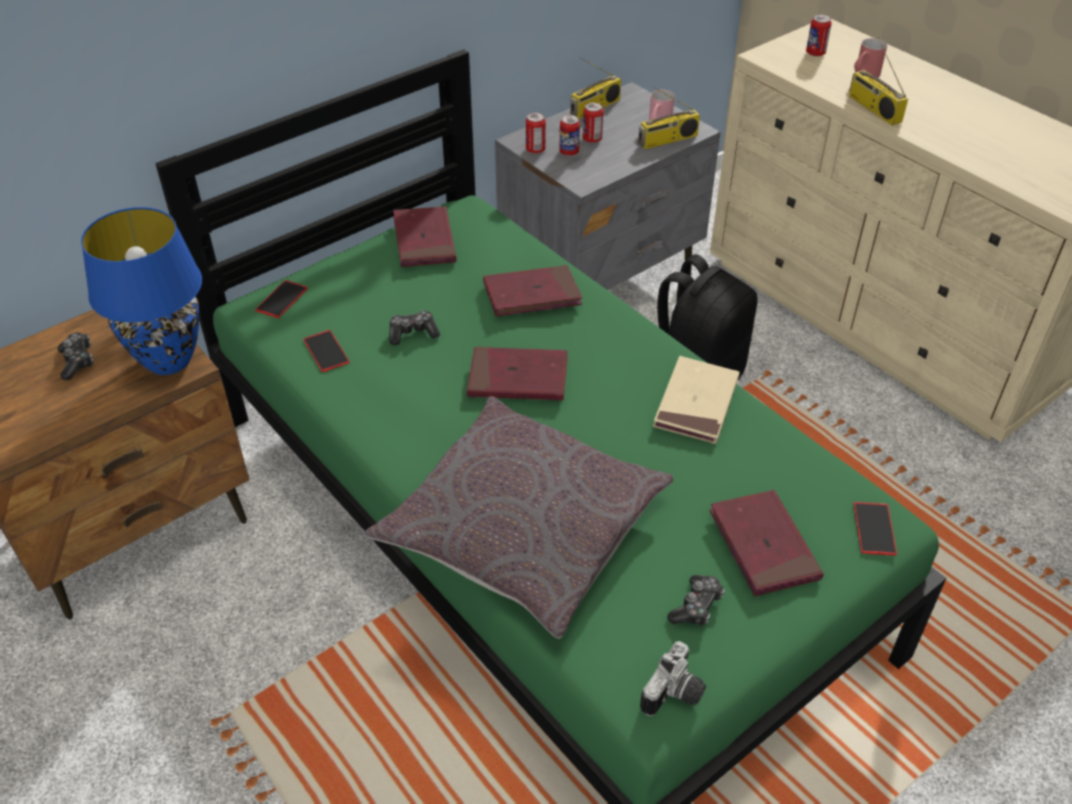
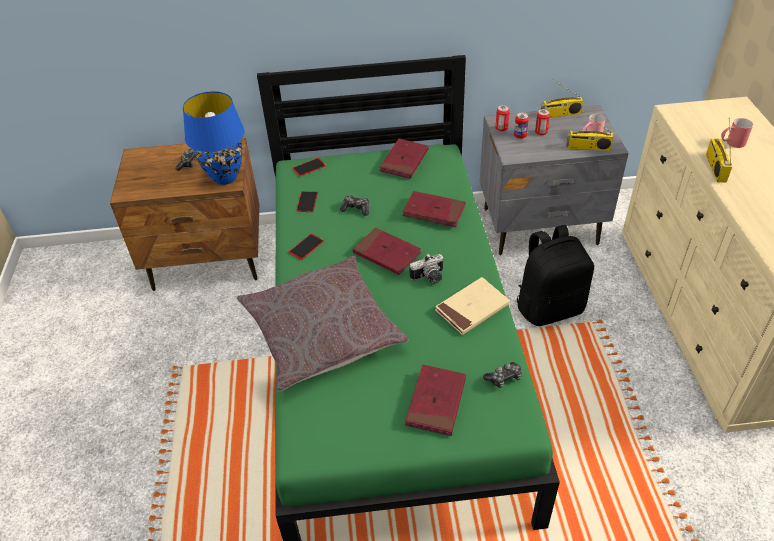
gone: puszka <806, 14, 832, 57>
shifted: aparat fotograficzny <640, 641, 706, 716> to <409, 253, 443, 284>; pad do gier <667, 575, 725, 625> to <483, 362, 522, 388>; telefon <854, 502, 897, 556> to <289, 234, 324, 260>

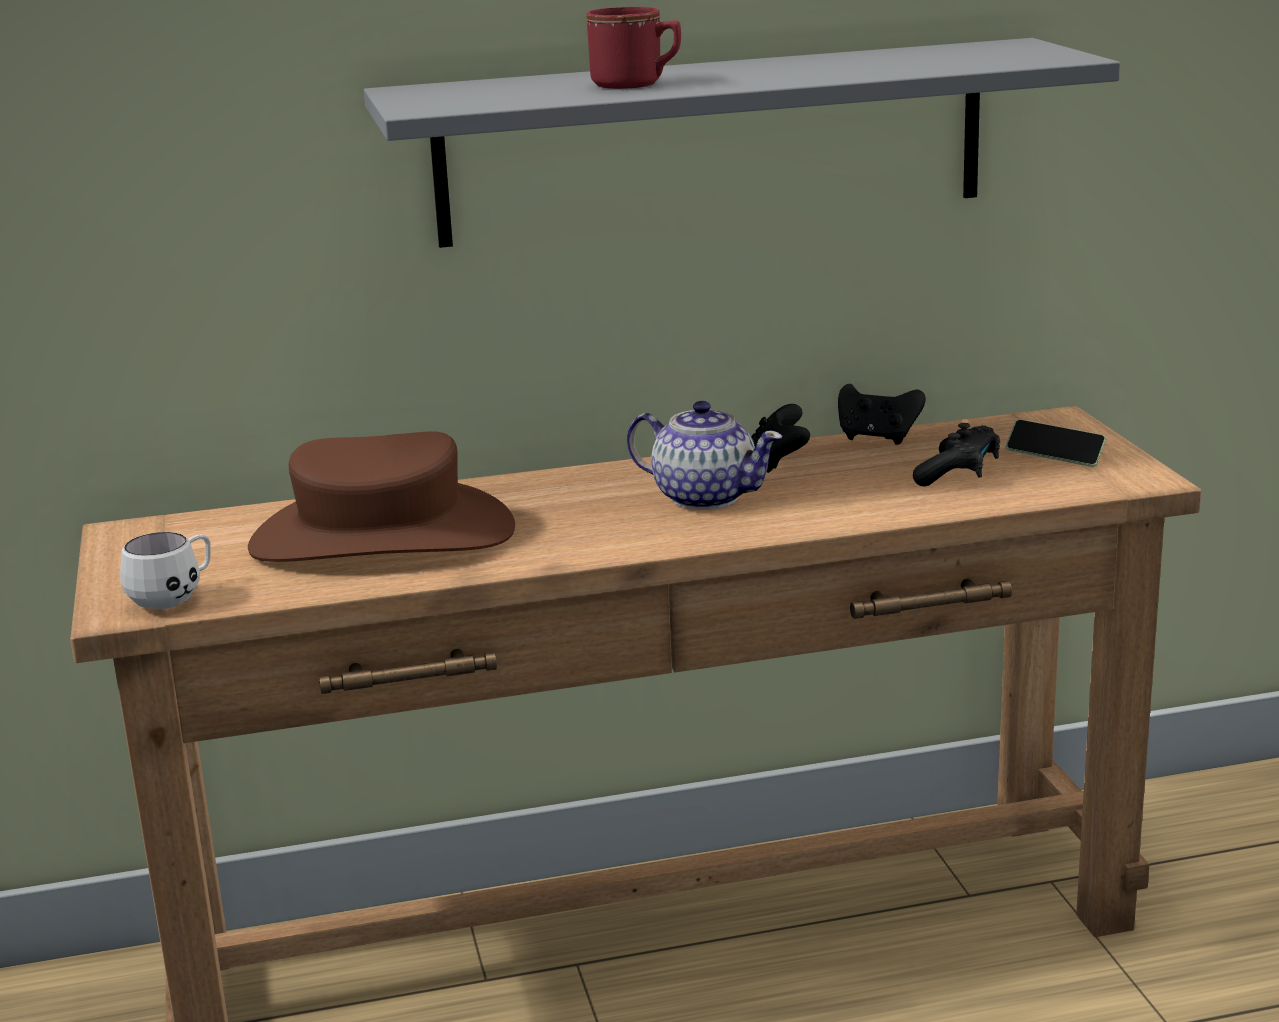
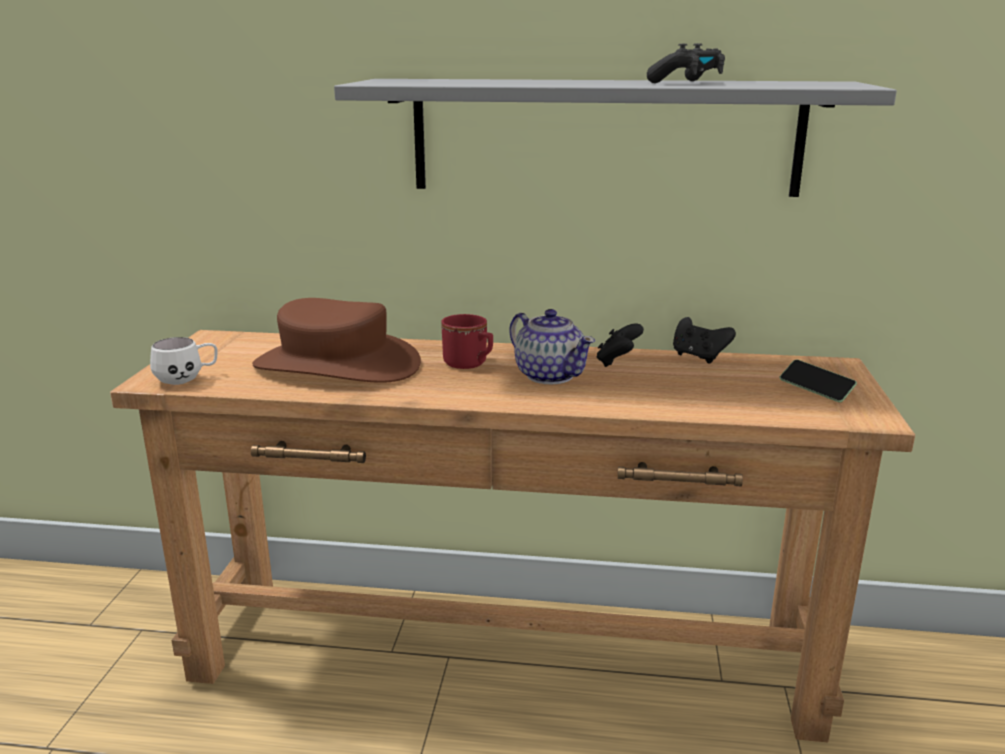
shifted: kubek/czerwony <586, 7, 681, 89> to <441, 314, 493, 369>; pad do gier/czarny <913, 423, 1000, 487> to <647, 43, 725, 83>

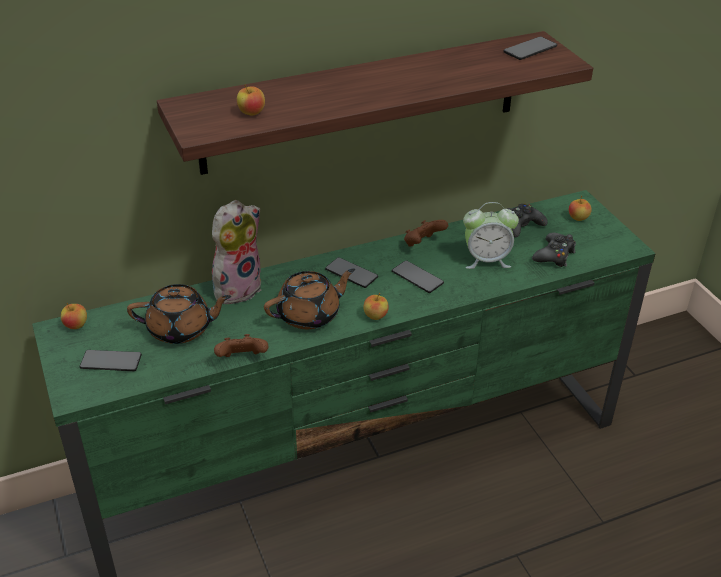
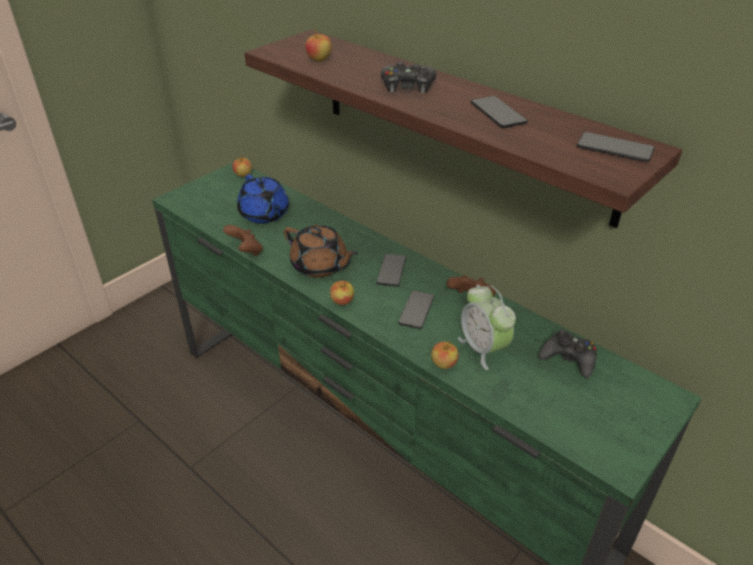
gone: pluszak <212, 200, 262, 307>
shifted: telefon <80, 350, 142, 371> to <471, 96, 528, 128>; pad do gier/czarny <532, 233, 576, 267> to <381, 62, 436, 93>; jabłko <569, 196, 592, 221> to <431, 341, 459, 369>
repainted: imbryk/brązowy <127, 284, 231, 344> to imbryk/niebieski <237, 174, 289, 223>

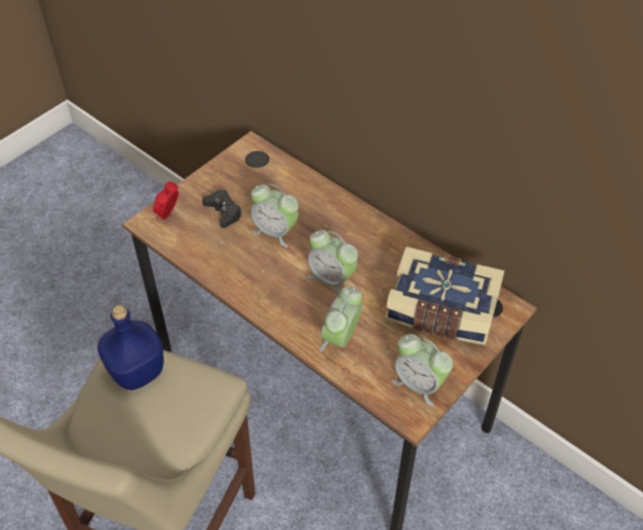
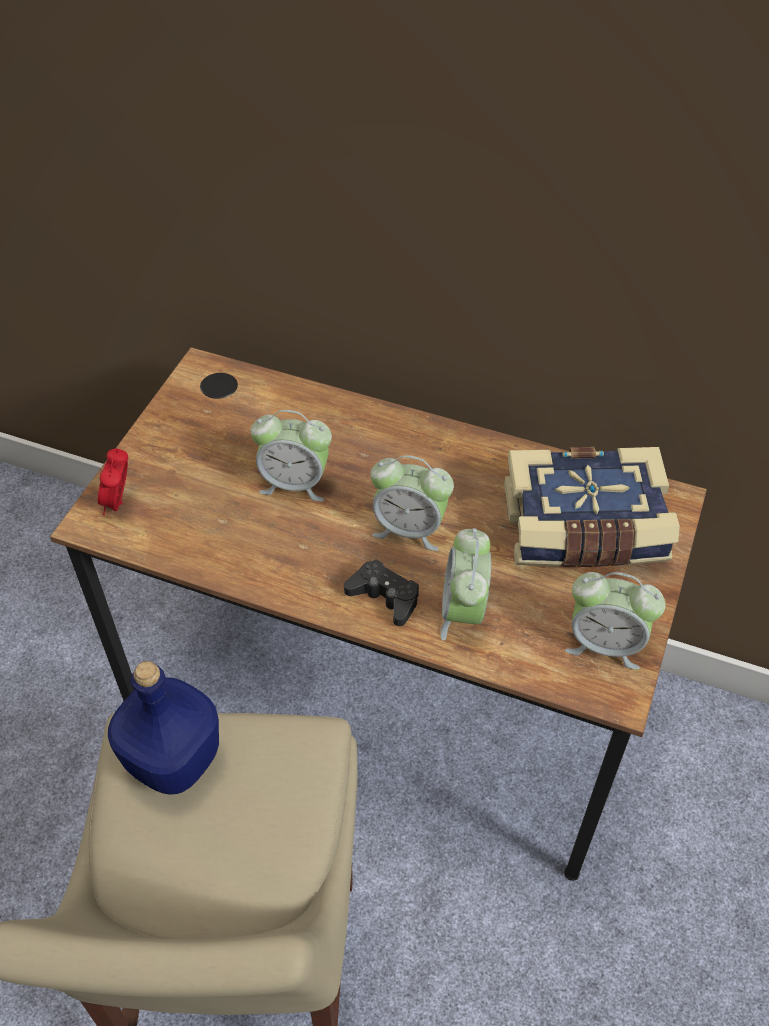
shifted: pad do gier/czarny <202, 190, 243, 228> to <344, 559, 419, 626>

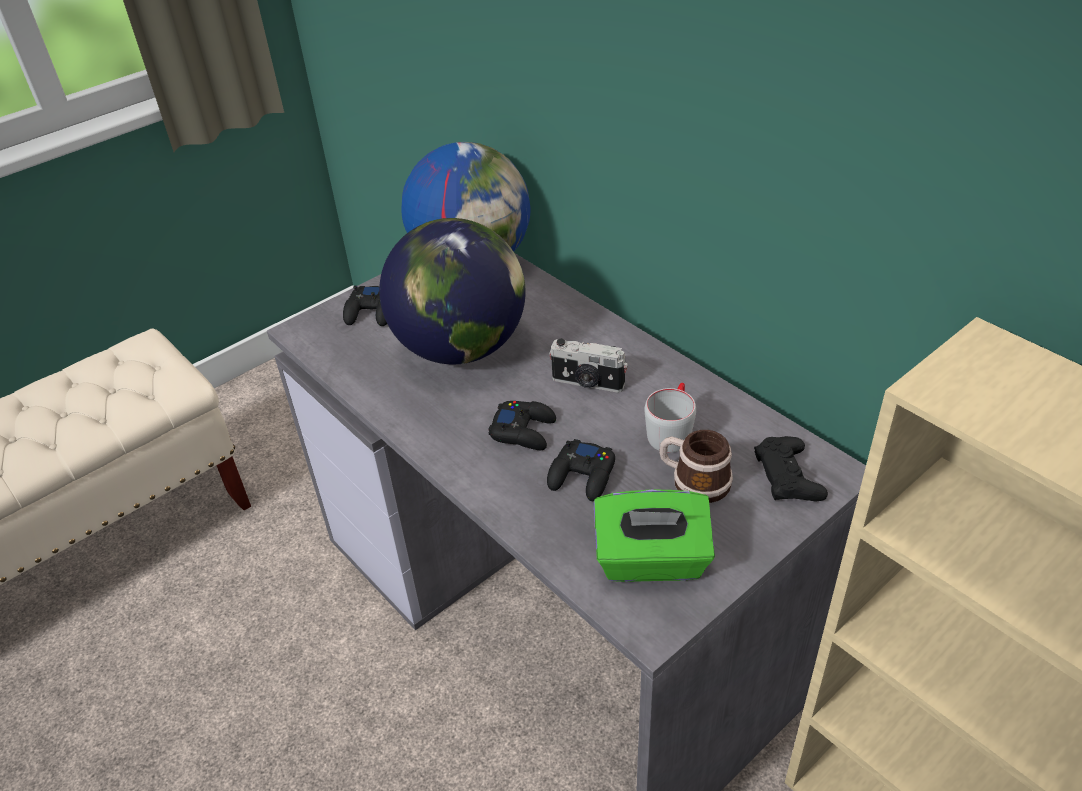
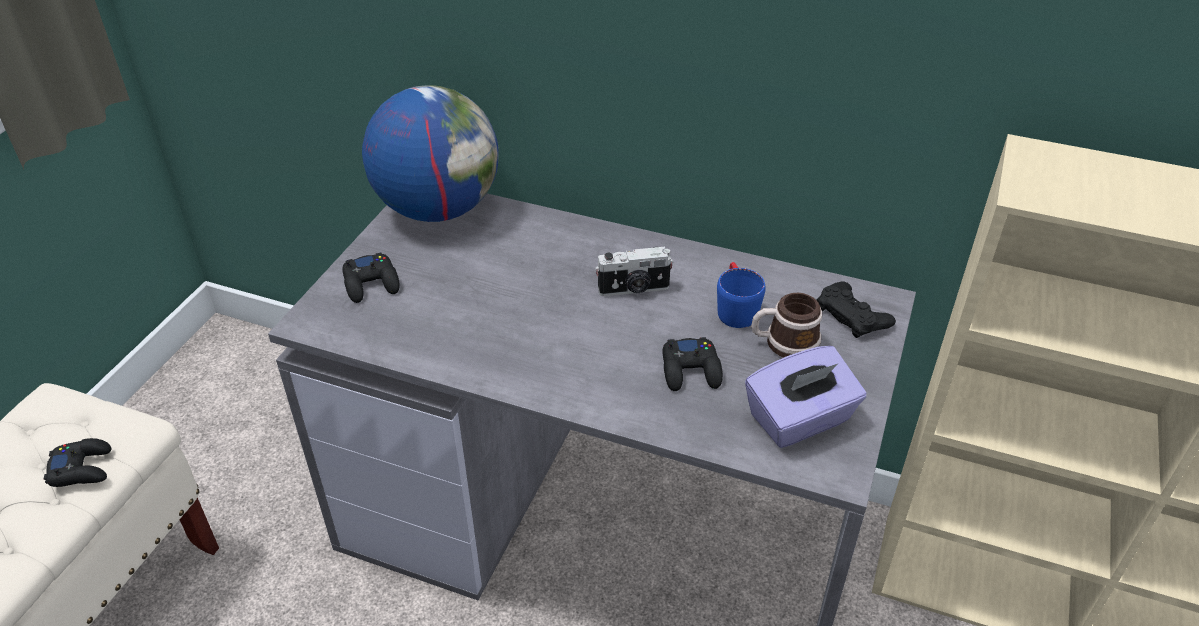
gone: globus <379, 218, 526, 365>
shifted: pad do gier/czarny <488, 401, 556, 450> to <44, 438, 111, 487>
repainted: pudełko chusteczek/zielony <594, 489, 715, 582> to pudełko chusteczek/fioletowy <745, 346, 866, 448>; kubek/szary <645, 383, 696, 453> to kubek/niebieski <717, 262, 766, 328>

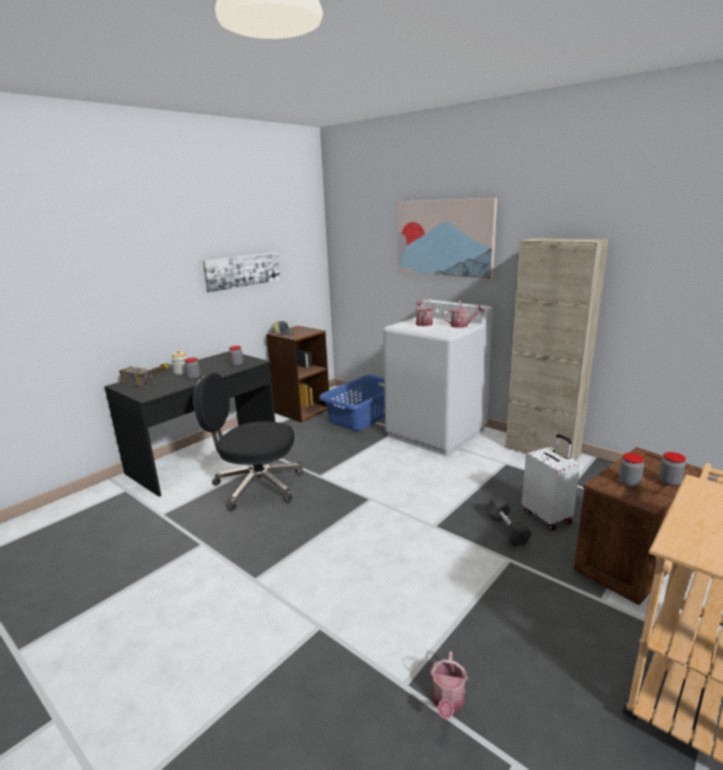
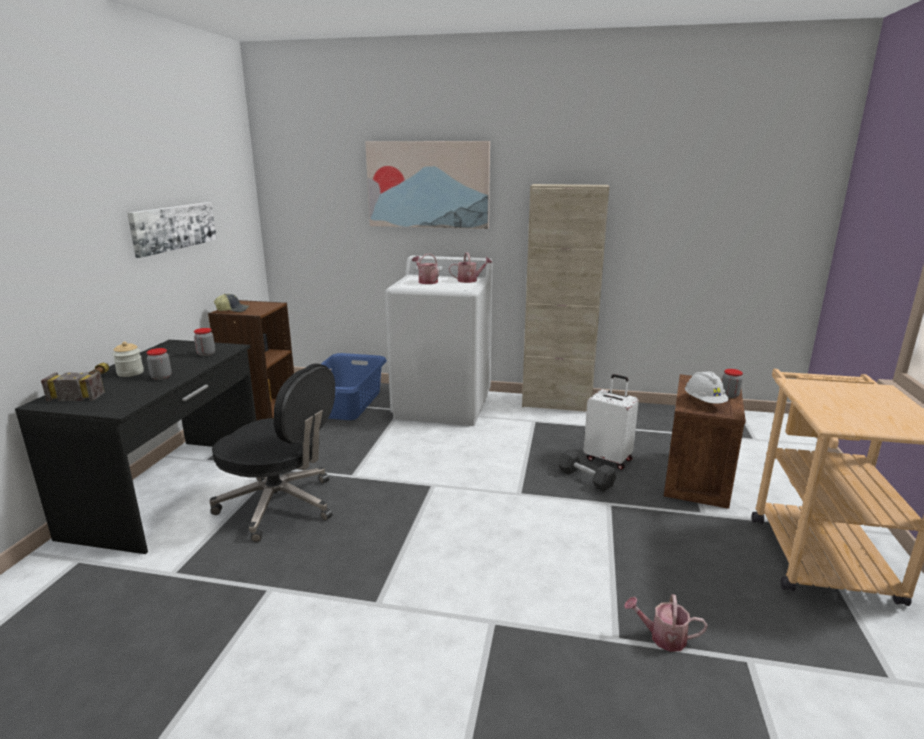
swapped: słoik <619, 453, 644, 487> to kask/biały <685, 371, 729, 404>
rotated: krzesło biurowe/czarny <193, 373, 303, 511> = <209, 364, 335, 542> 135 degrees counterclockwise; konewka <430, 651, 468, 719> = <624, 594, 707, 652> 120 degrees clockwise

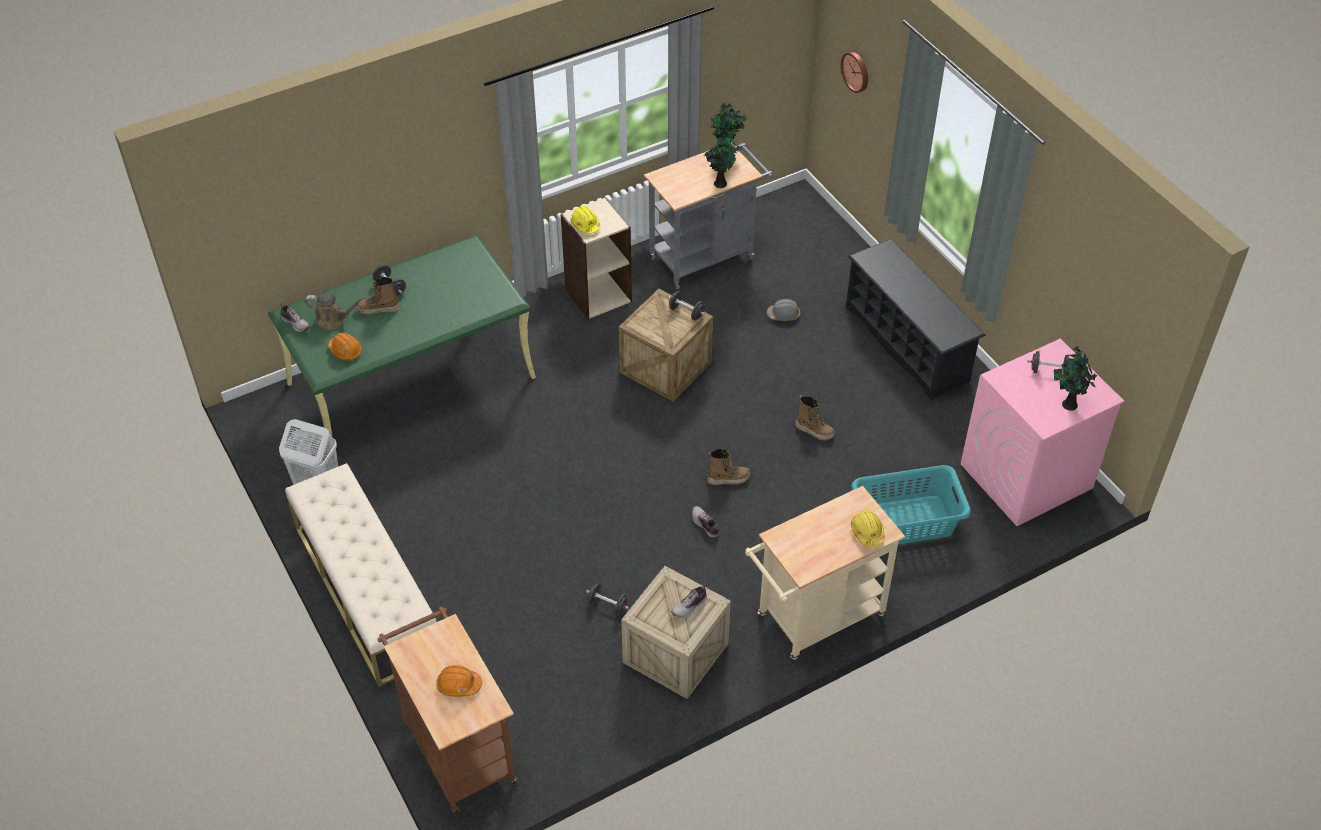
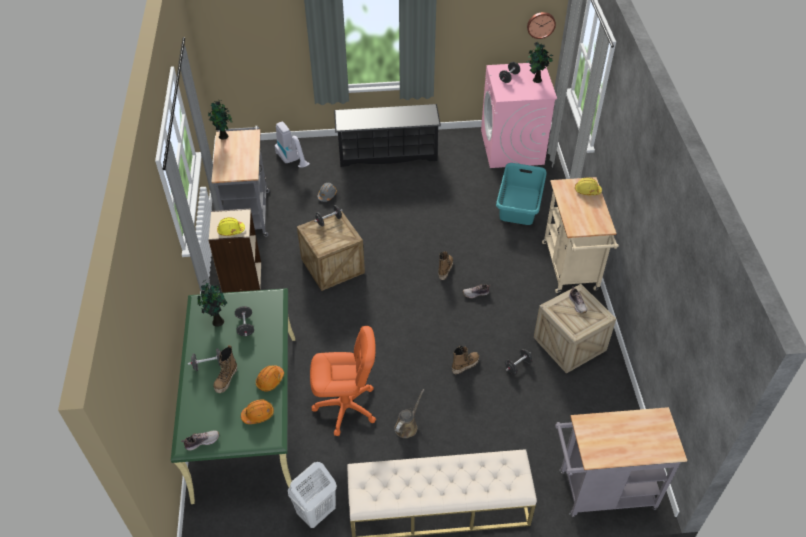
new: hantel/czarny <235, 306, 254, 336>; odkurzacz <275, 122, 310, 168>; krzesło biurowe/pomarańczowy <310, 326, 376, 436>
shifted: konewka/brązowy <305, 293, 365, 330> to <394, 389, 424, 438>; kask/pomarańczowy <436, 665, 482, 697> to <256, 365, 284, 391>; roślina doniczkowa <704, 128, 740, 188> to <198, 280, 227, 327>; but z cholewką <795, 395, 835, 441> to <452, 346, 479, 374>; zegar ścienny <841, 52, 868, 93> to <527, 12, 556, 39>
repainted: wózek/brązowy <377, 606, 519, 814> to wózek/szary <555, 407, 687, 517>

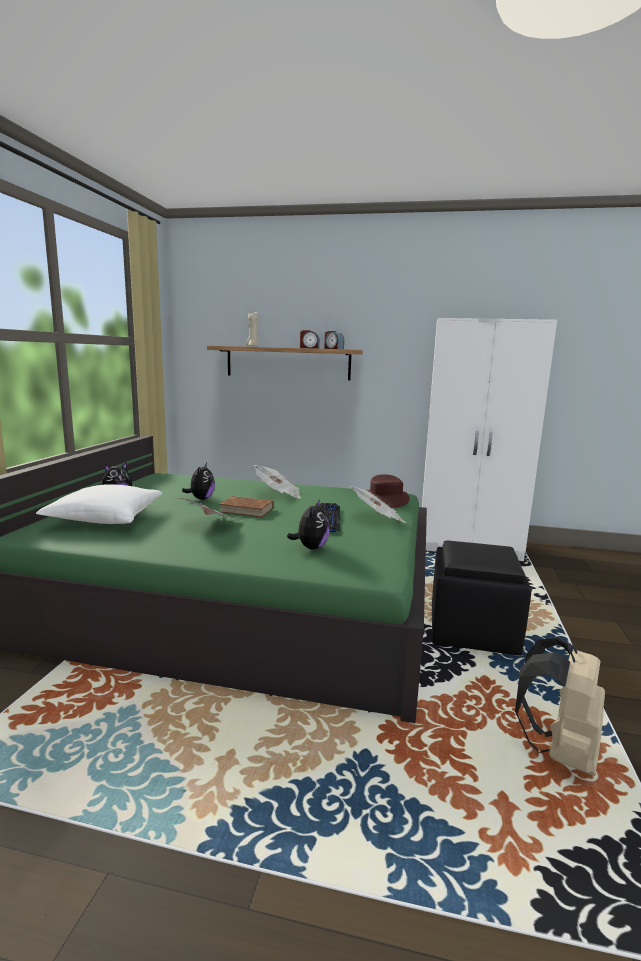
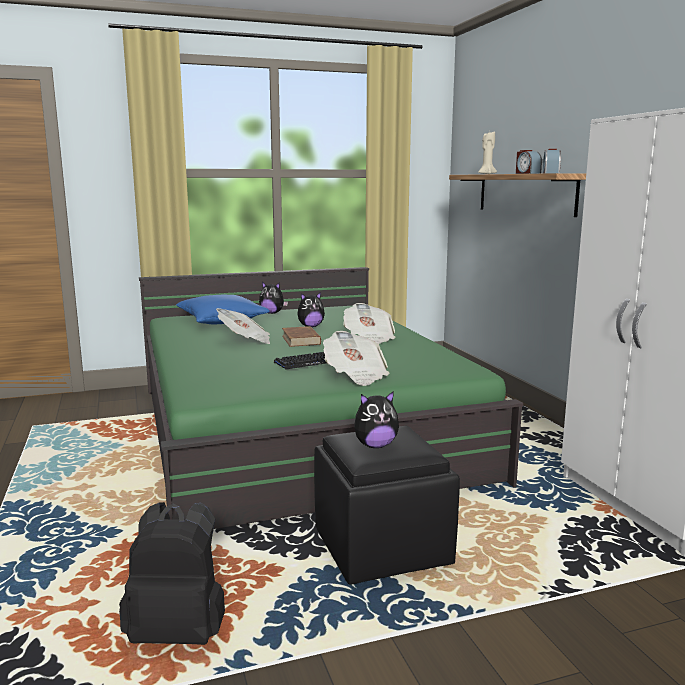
gone: kapelusz/brązowy <367, 474, 410, 508>
shifted: pluszak <287, 499, 330, 550> to <354, 391, 399, 448>
repainted: poduszka/biały <36, 484, 162, 524> to poduszka/niebieski <176, 295, 270, 324>; plecak/beżowy <515, 637, 605, 775> to plecak/czarny <119, 502, 225, 645>

